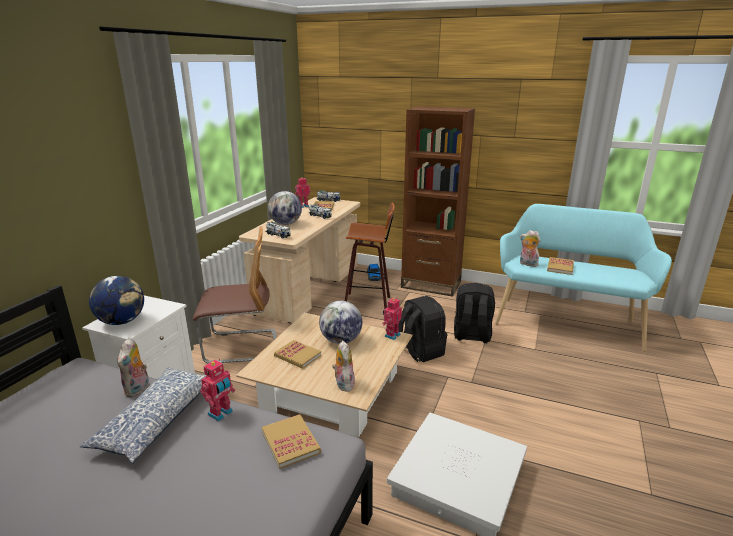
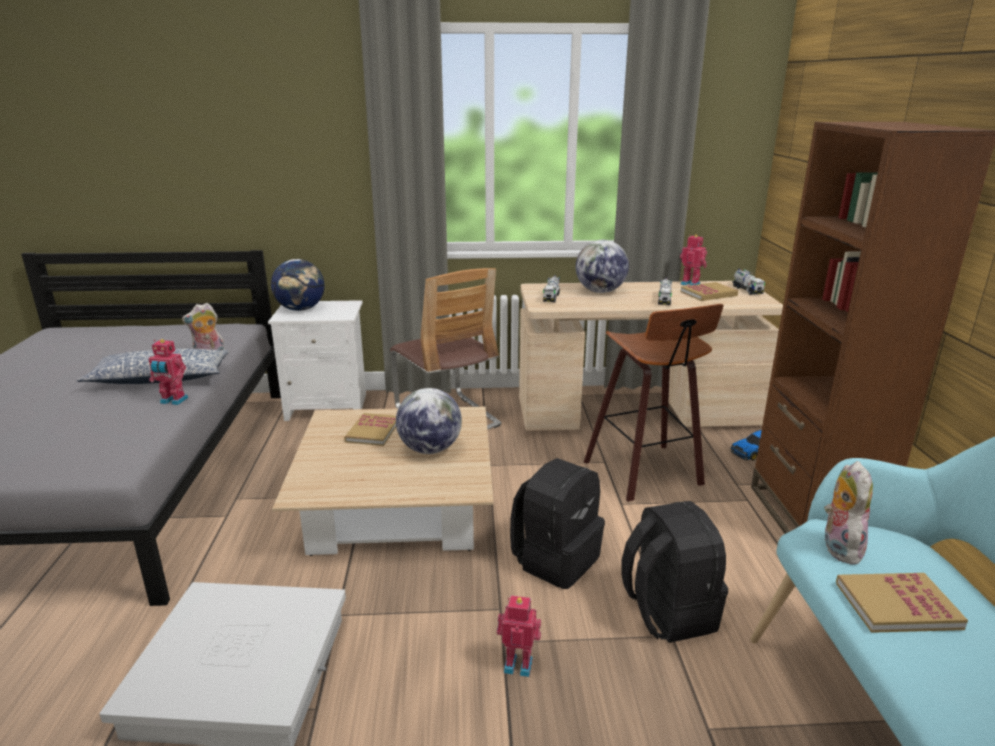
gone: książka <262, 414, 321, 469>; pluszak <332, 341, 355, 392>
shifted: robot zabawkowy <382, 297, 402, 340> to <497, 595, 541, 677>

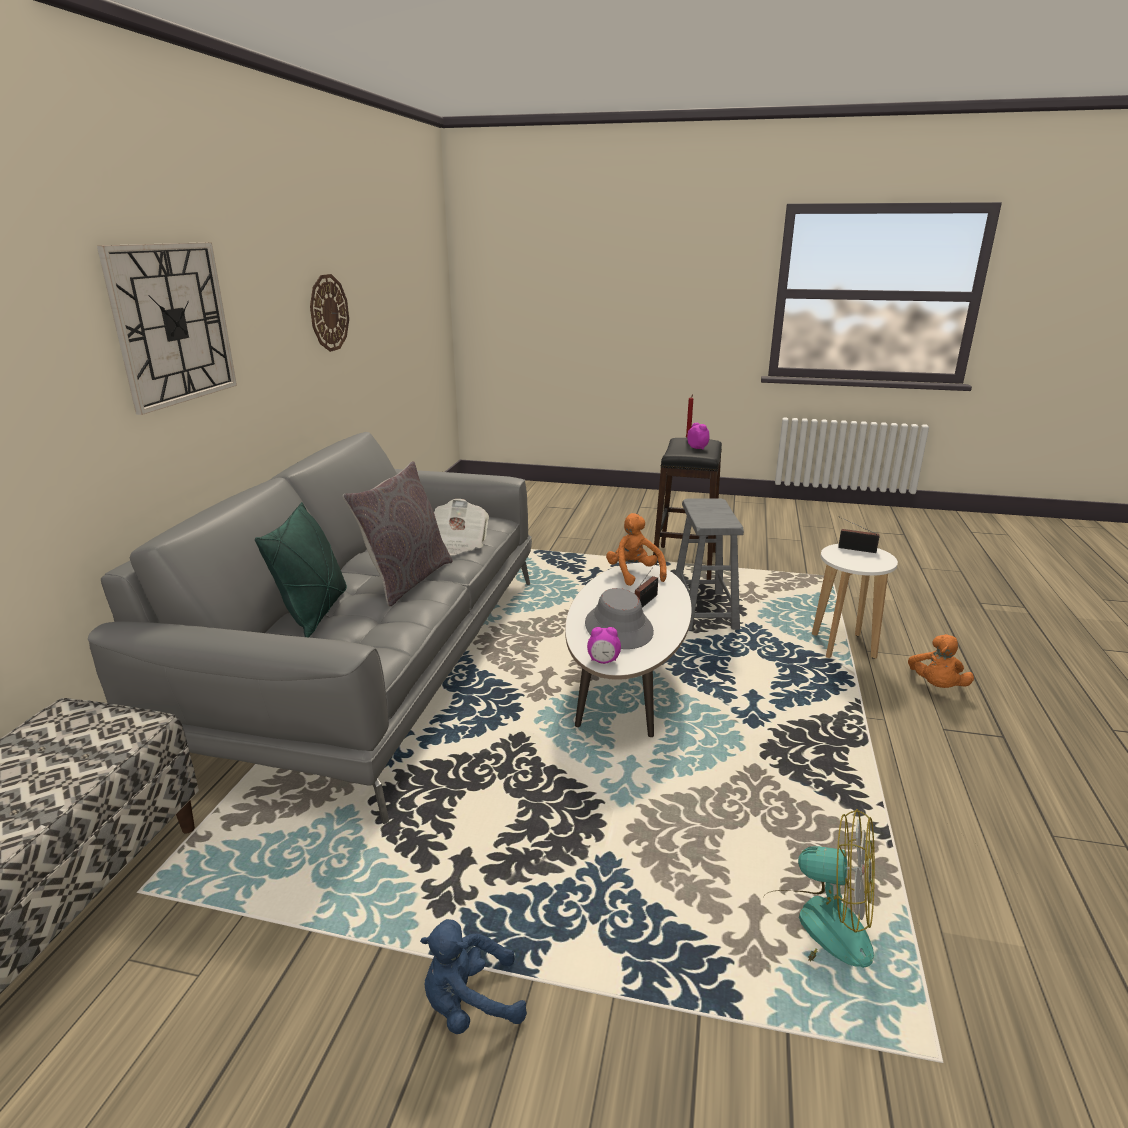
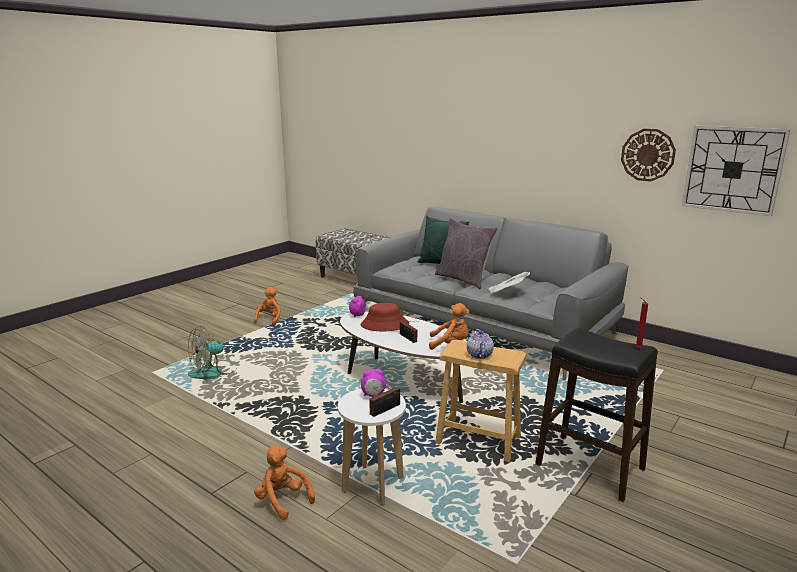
new: imbryk <467, 329, 494, 359>
shifted: zegar ścienny <97, 242, 237, 415> to <682, 126, 790, 216>; budzik <687, 423, 710, 450> to <361, 369, 386, 397>
repainted: pluszak/niebieski <420, 919, 527, 1034> to pluszak/pomarańczowy <254, 287, 281, 325>; kapelusz/szary <585, 588, 654, 649> to kapelusz/czerwony <360, 303, 409, 331>; stołek/szary <675, 498, 744, 630> to stołek/brązowy <435, 340, 527, 462>

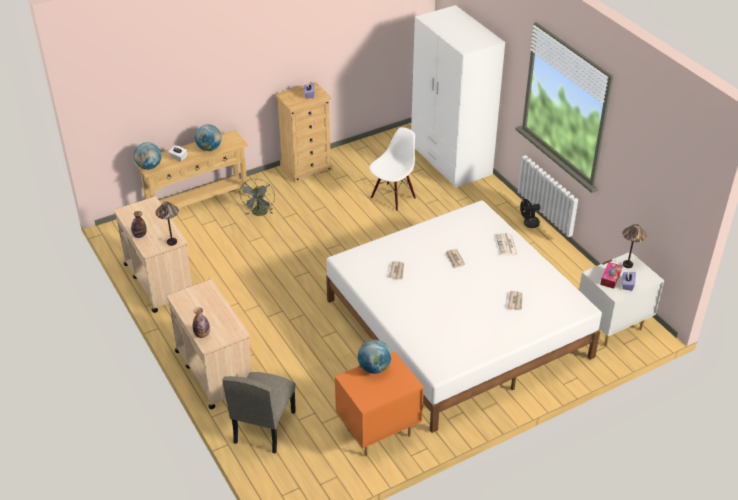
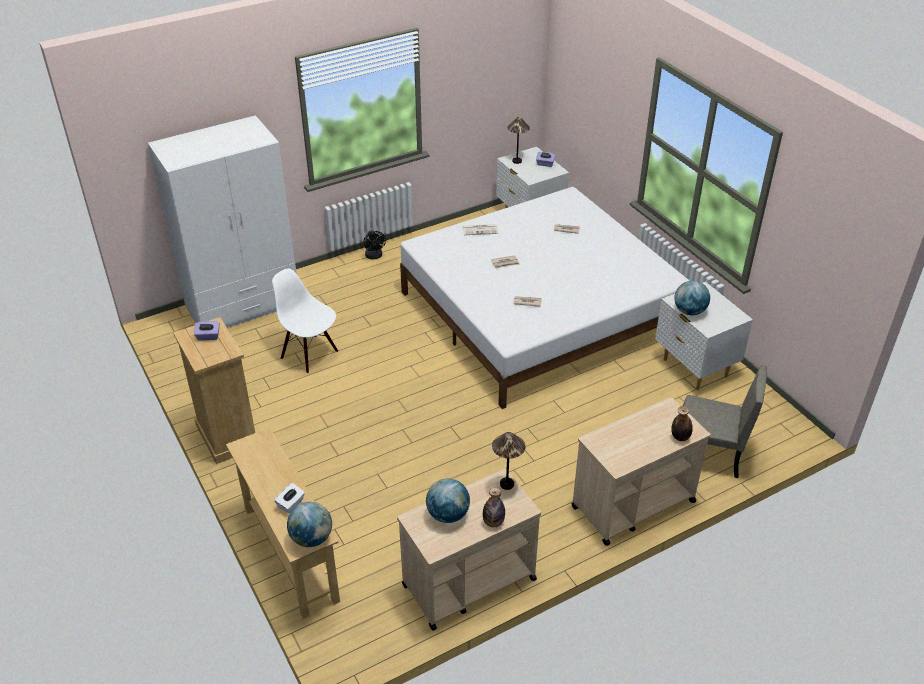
gone: wentylator/szary <239, 179, 275, 216>; pudełko chusteczek <600, 262, 622, 289>
shifted: globus <195, 124, 222, 151> to <426, 478, 470, 523>
repainted: szafka nocna/pomarańczowy <335, 351, 424, 457> to szafka nocna/biały <655, 282, 753, 390>

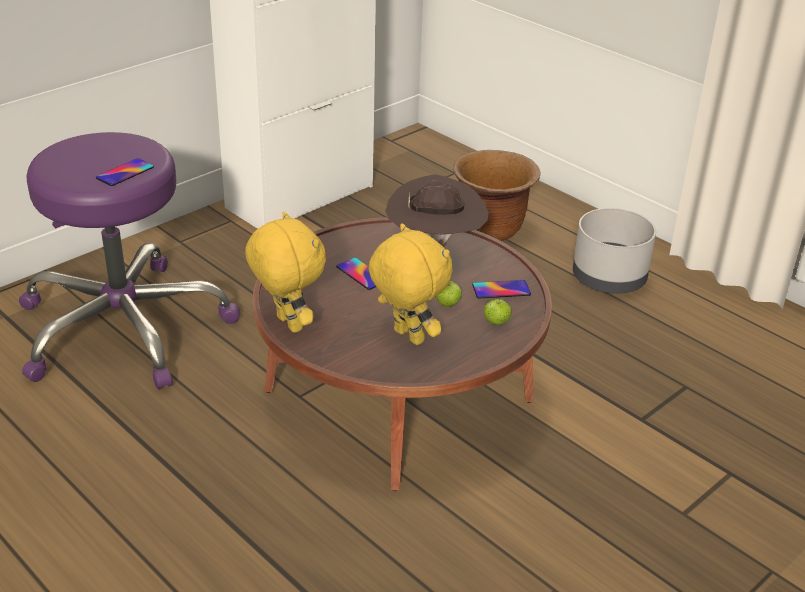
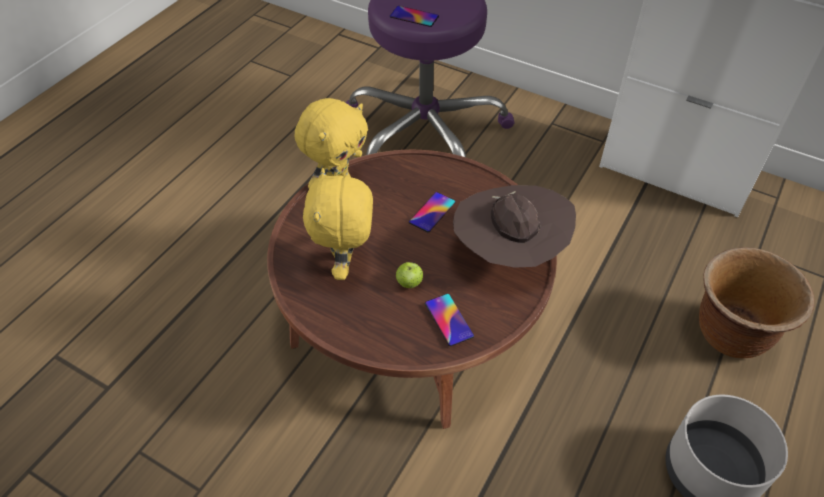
gone: jabłko <484, 298, 512, 325>
rotated: pluszak/żółty <368, 223, 453, 345> = <303, 168, 373, 280> 150 degrees clockwise

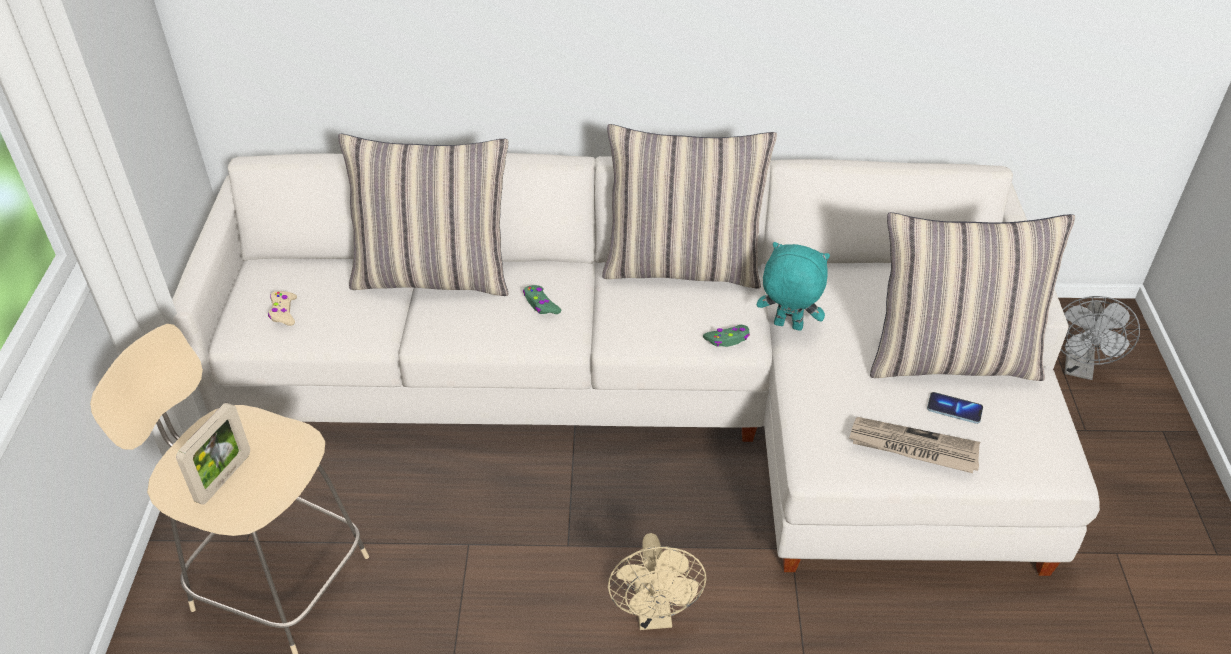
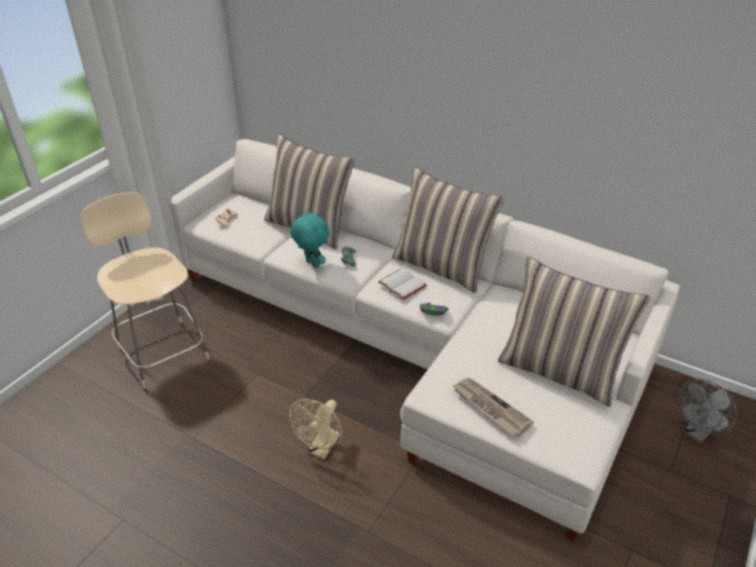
gone: ramka na zdjęcie <176, 403, 250, 505>; telefon <927, 392, 983, 424>
new: książka/biały <378, 268, 427, 300>
shifted: pluszak/turkusowy <757, 242, 830, 331> to <290, 210, 330, 268>

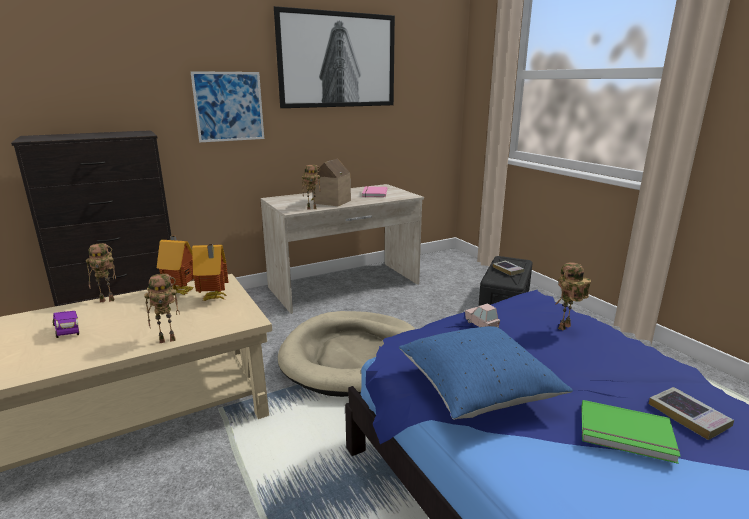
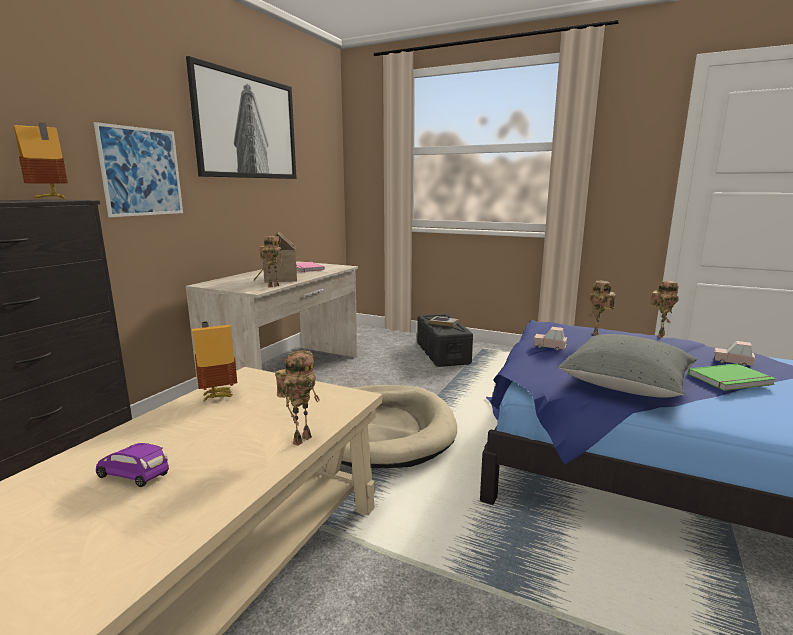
shifted: robot zabawkowy <86, 243, 116, 302> to <650, 280, 679, 338>; domek <192, 244, 229, 301> to <14, 122, 68, 199>
swapped: książka <649, 387, 734, 440> to samochodzik/różowy <714, 341, 755, 367>
repainted: poduszka/niebieski <399, 326, 573, 420> to poduszka/szary <558, 334, 697, 398>

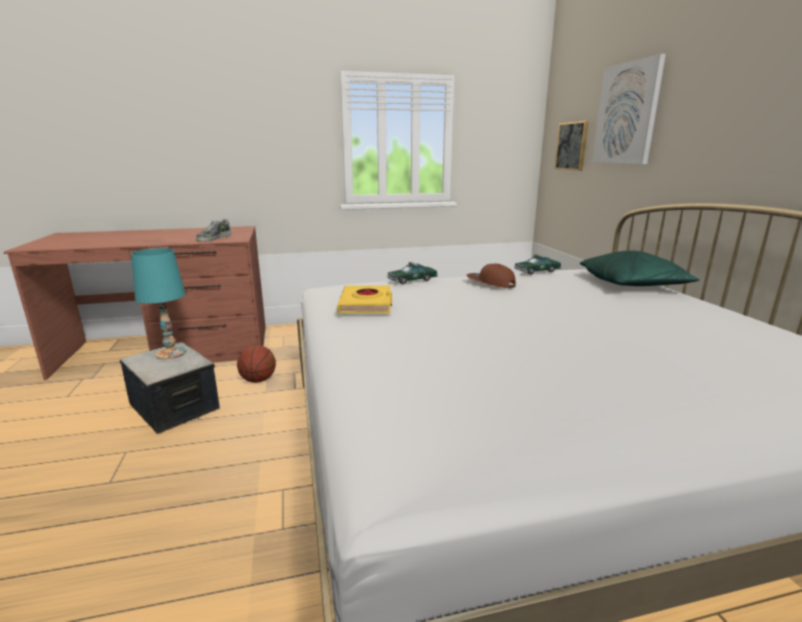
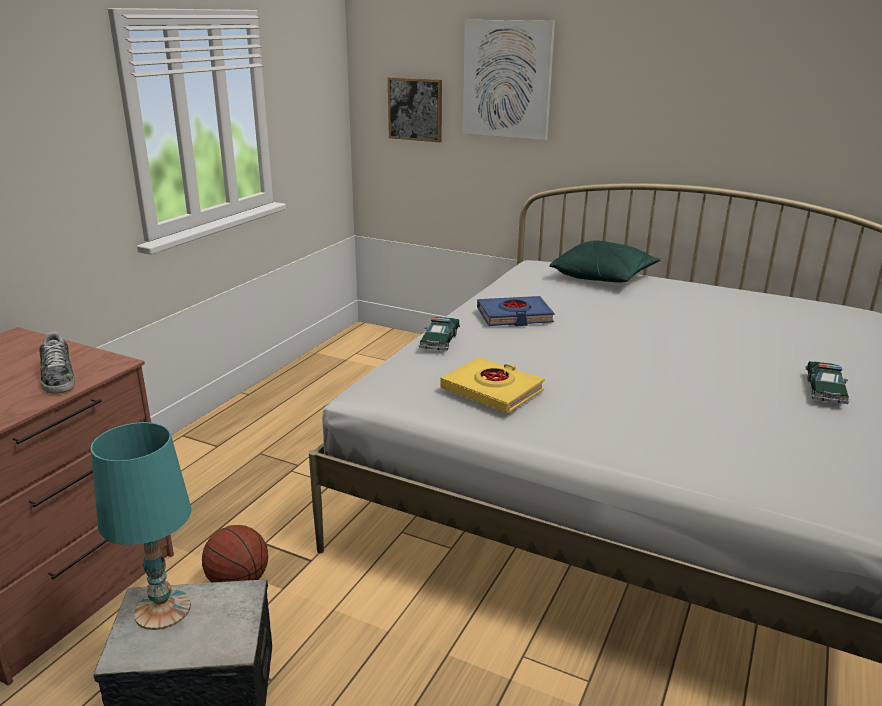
shifted: samochodzik <514, 254, 562, 275> to <806, 361, 850, 404>
swapped: czapka z daszkiem/brązowy <466, 264, 516, 288> to książka/niebieski <477, 296, 554, 326>

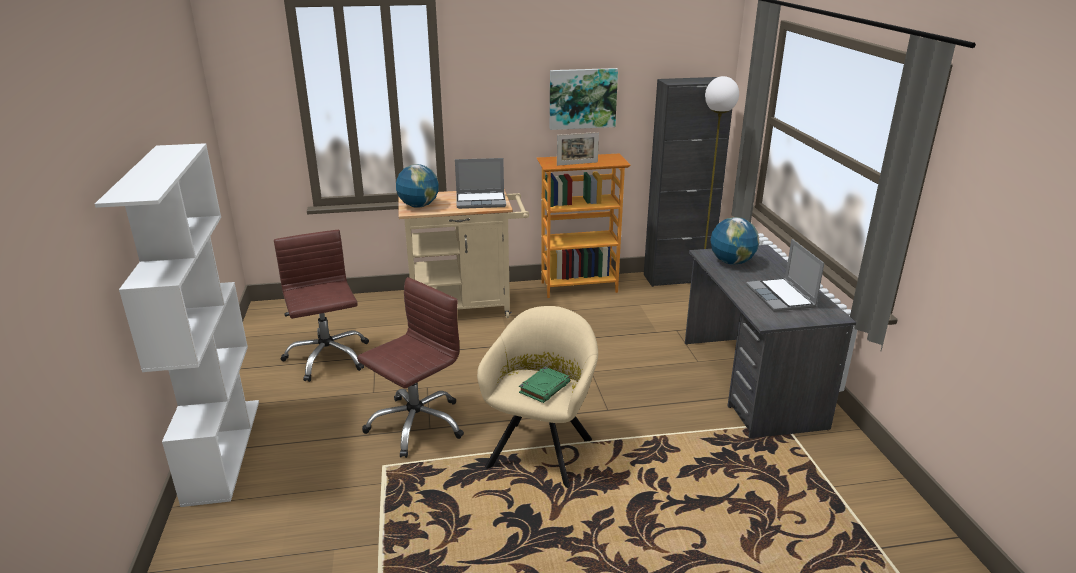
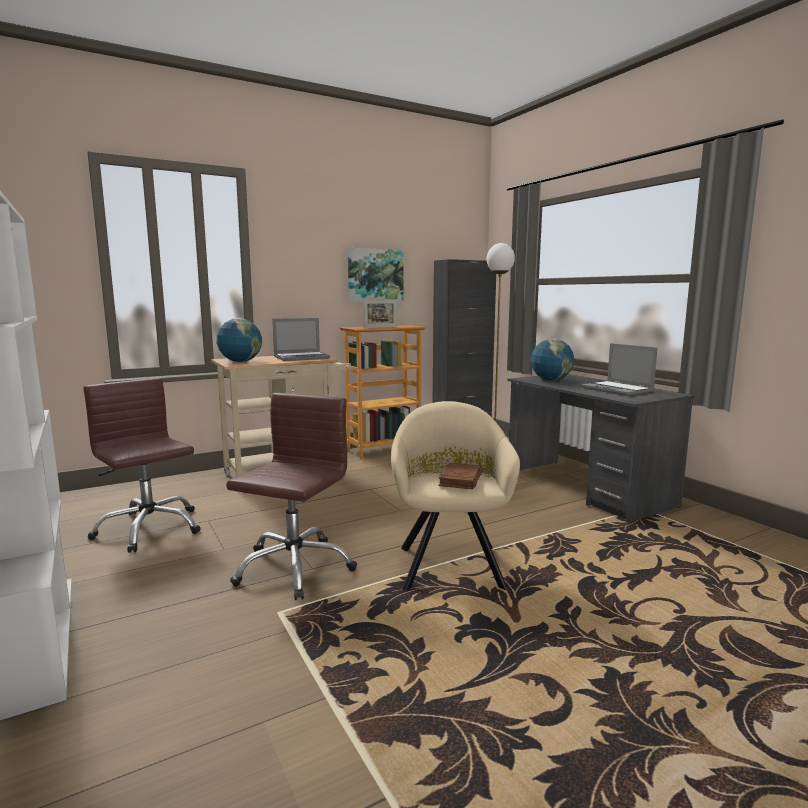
repainted: książka/zielony <519, 367, 570, 403> to książka/brązowy <439, 463, 483, 489>

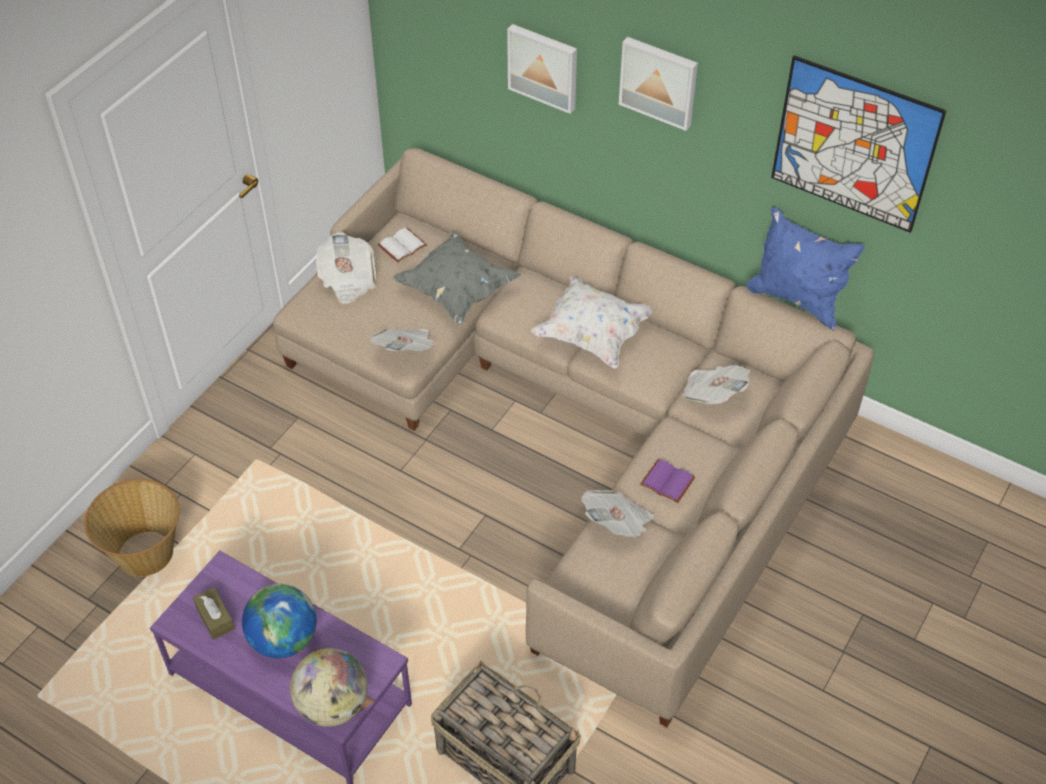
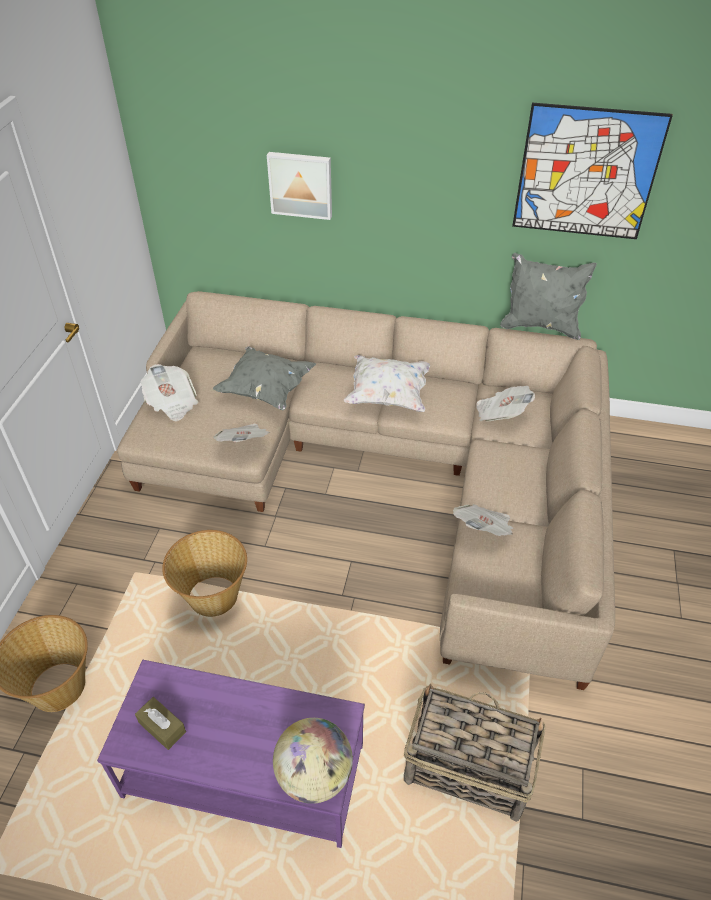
gone: globus <242, 584, 316, 658>; książka/biały <378, 228, 427, 262>; obraz <619, 37, 698, 131>; książka/fioletowy <640, 459, 695, 503>
new: koszyk <162, 530, 247, 617>
repainted: poduszka/niebieski <746, 207, 865, 330> to poduszka/szary <500, 253, 597, 340>

